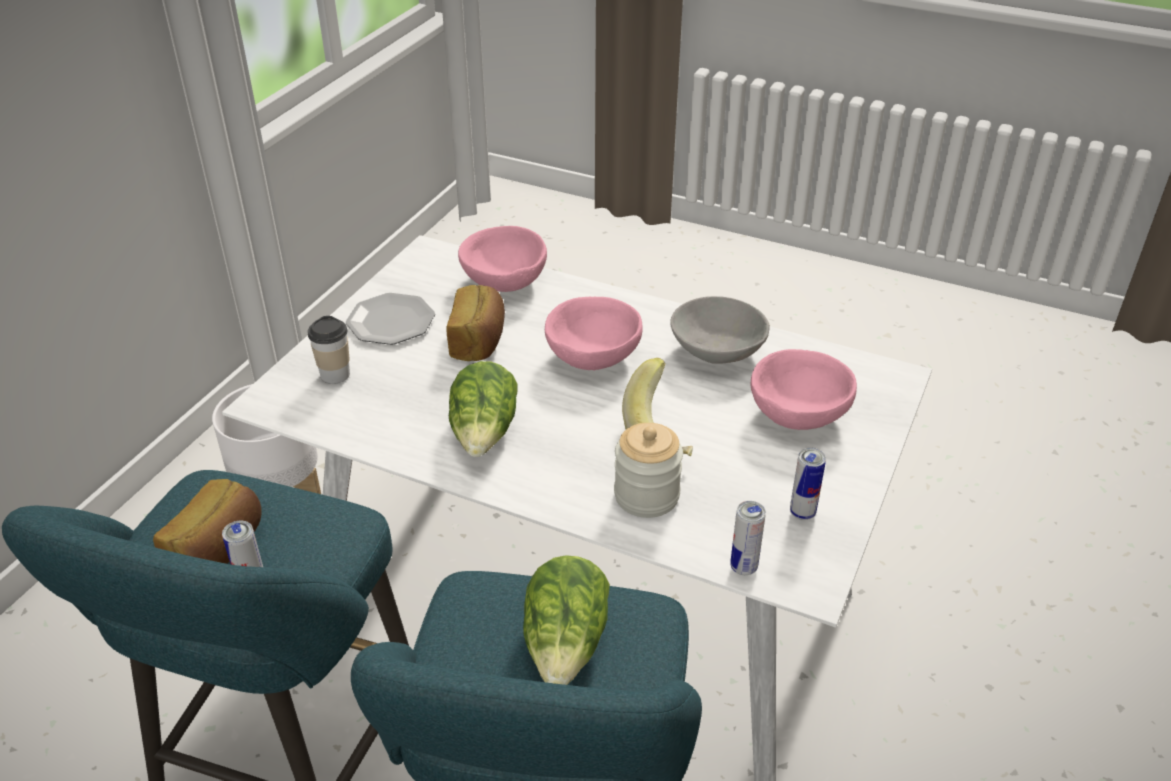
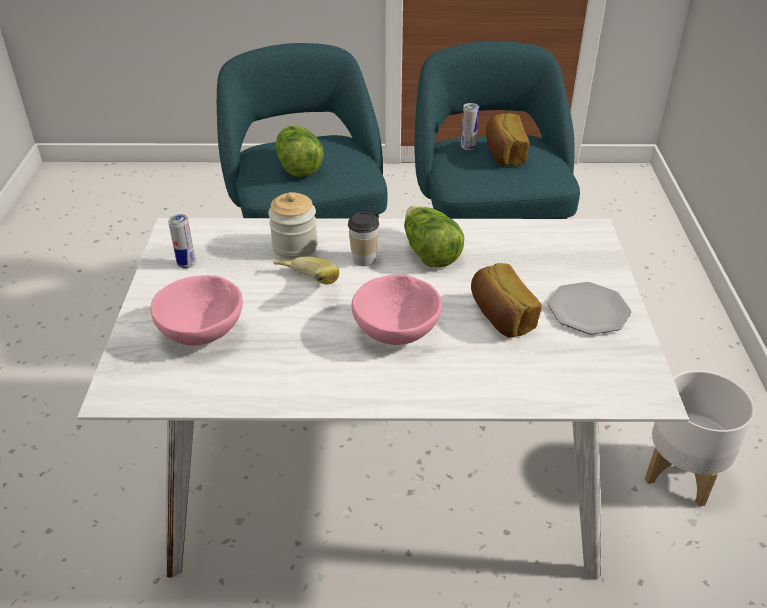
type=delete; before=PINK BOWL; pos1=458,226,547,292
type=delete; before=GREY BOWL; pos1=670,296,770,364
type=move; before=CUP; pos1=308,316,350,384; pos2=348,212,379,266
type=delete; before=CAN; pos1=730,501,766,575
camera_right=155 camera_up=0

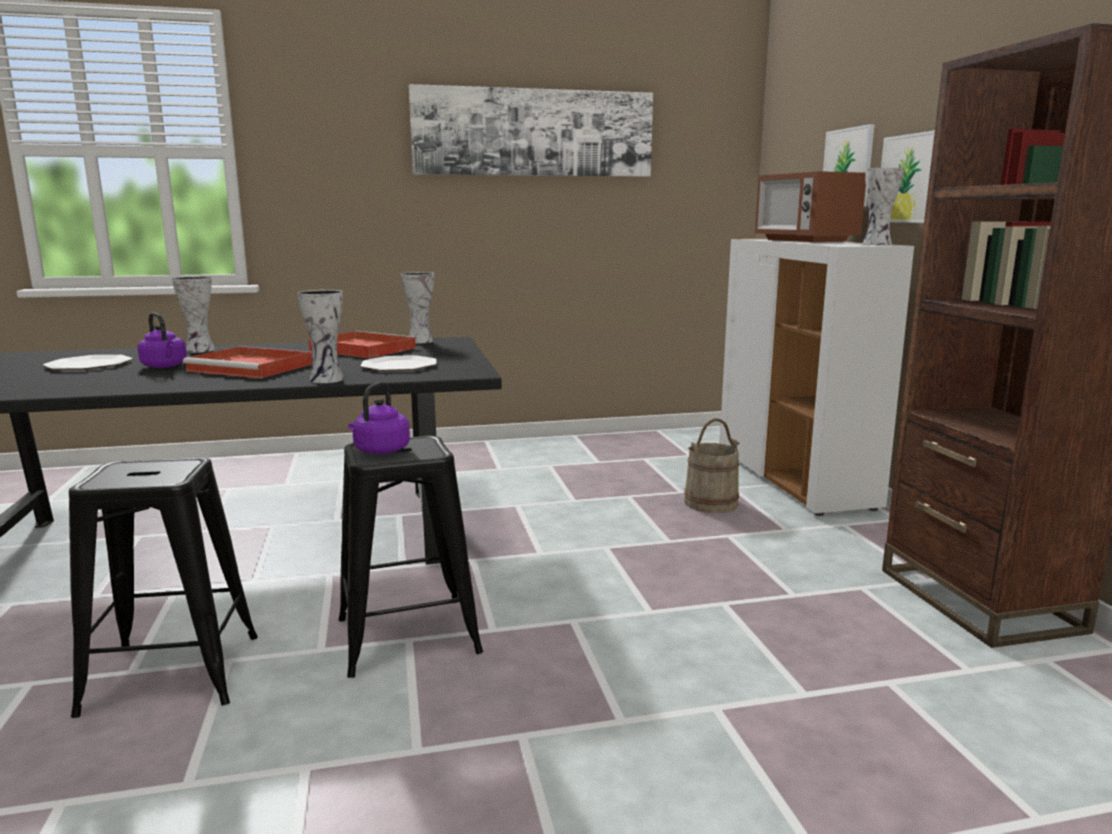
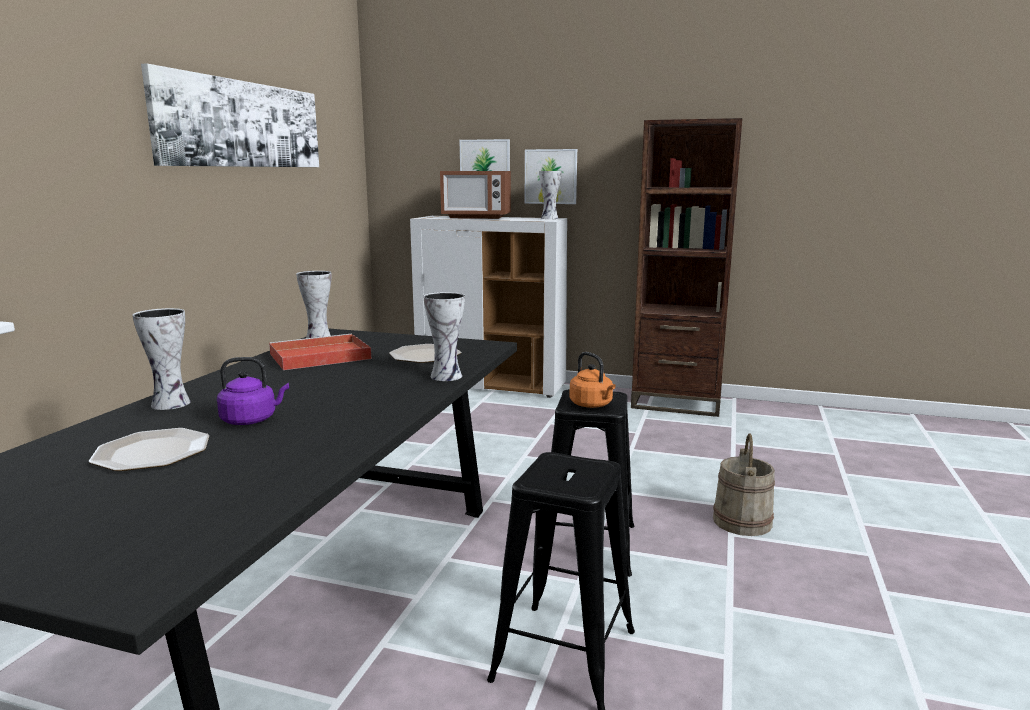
type=delete; before=RED TRAY; pos1=183,346,313,378
type=recolor; before=PURPLE KETTLE; after=ORANGE KETTLE; pos1=348,382,410,454; pos2=569,352,616,408
type=move; before=BEIGE BUCKET; pos1=684,418,740,513; pos2=713,433,775,536
camera_right=-60 camera_up=0

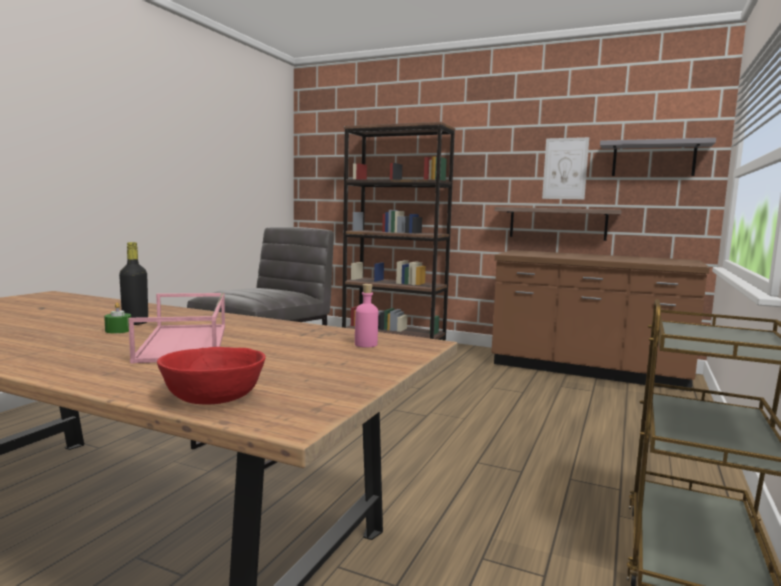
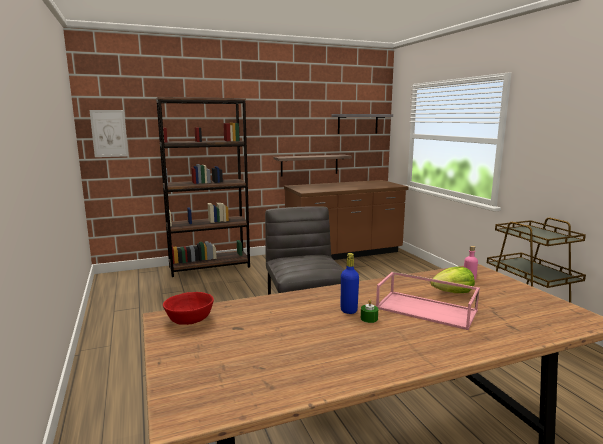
type=move; before=PICTURE; pos1=542,137,589,199; pos2=90,110,128,157
type=recolor; before=BLACK BOTTLE; after=BLUE BOTTLE; pos1=119,242,148,325; pos2=341,253,359,314
type=move; before=RED BOWL; pos1=157,347,266,404; pos2=163,292,214,325
type=insert; after=LETTUCE; pos2=430,267,475,293
camera_right=-45 camera_up=5

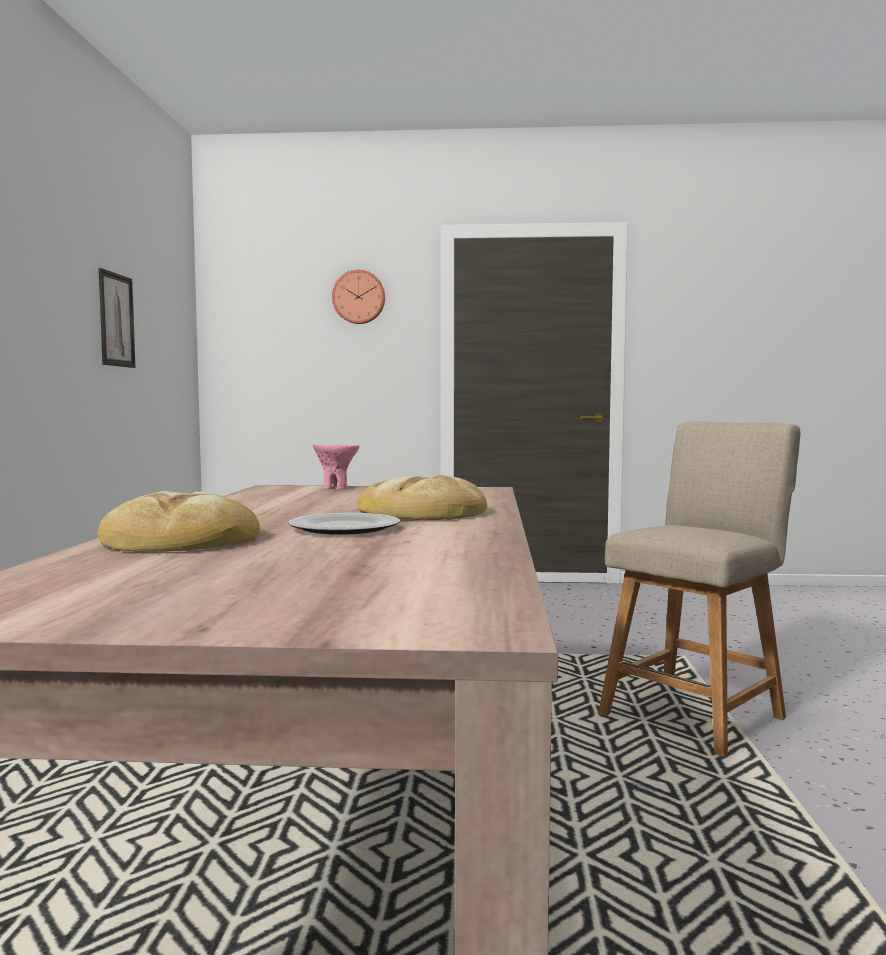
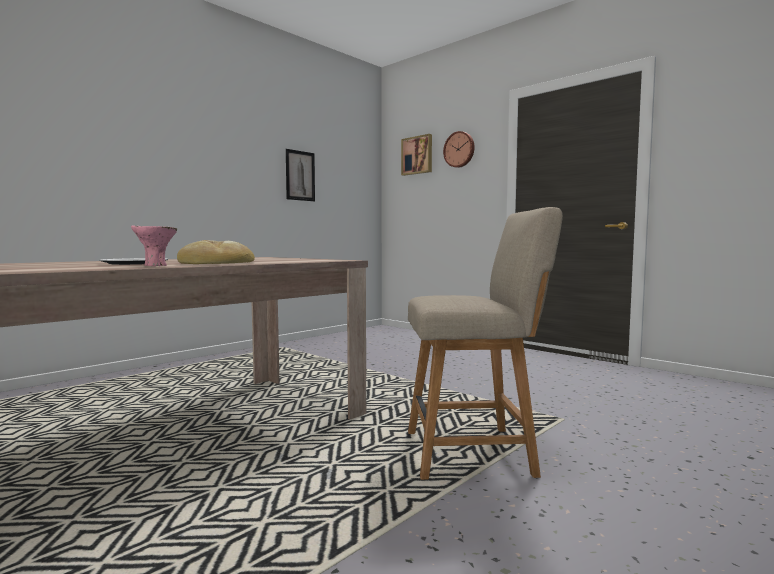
type=move; before=PINK BOWL; pos1=313,444,359,489; pos2=131,225,177,266
type=delete; before=BREAD; pos1=98,491,260,552
type=insert; after=PICTURE; pos2=401,134,432,176
camera_right=40 camera_up=0

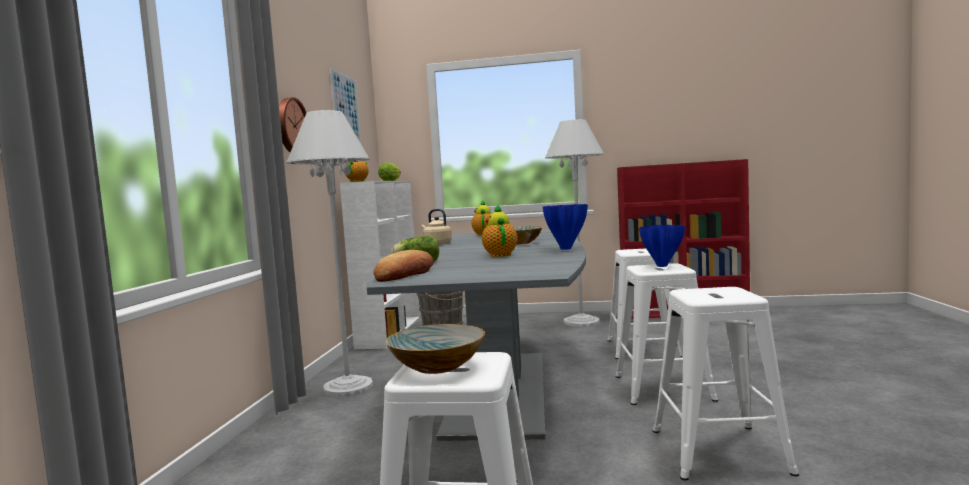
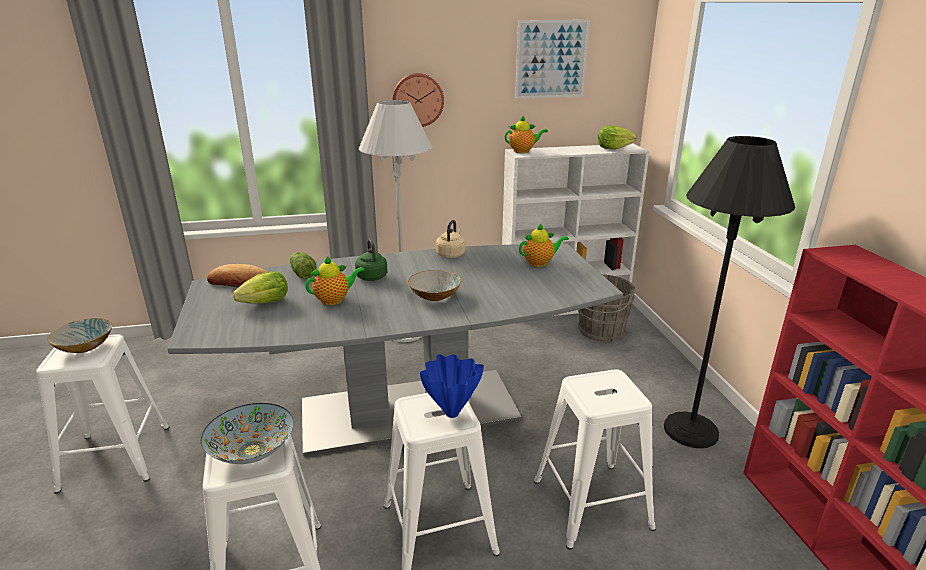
type=recolor; before=WHITE FLOOR LAMP; after=BLACK FLOOR LAMP; pos1=545,119,604,327; pos2=664,136,795,448
type=delete; before=BLUE VASE; pos1=543,204,588,250
type=insert; after=GREEN KETTLE; pos2=355,239,388,281
type=insert; after=LETTUCE; pos2=233,271,288,304
type=insert; after=BOWL; pos2=201,403,294,464
camera_right=70 camera_up=20

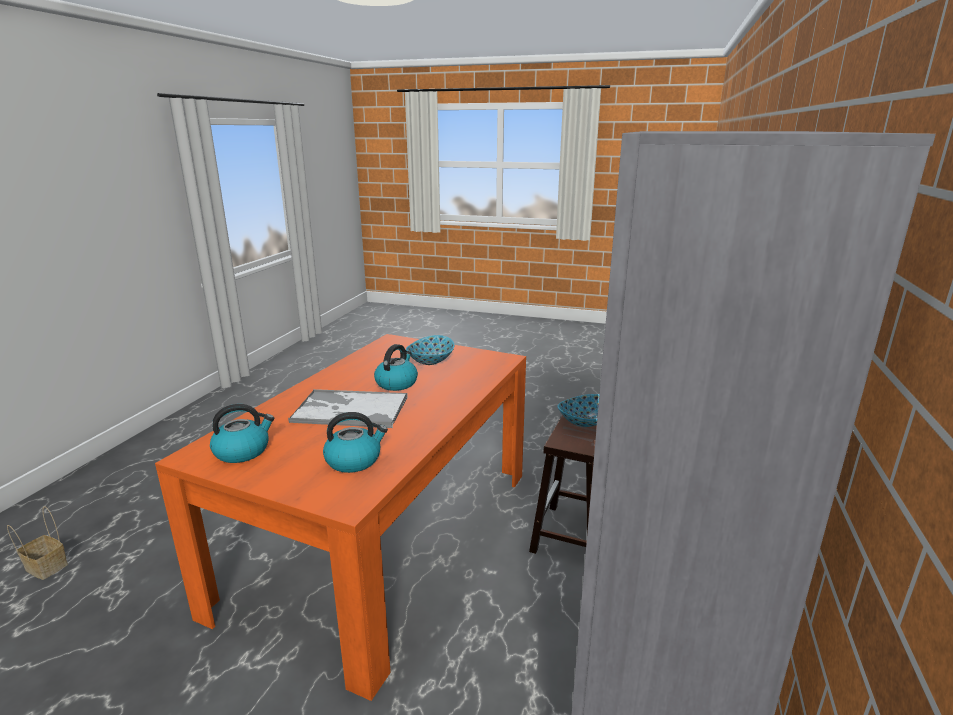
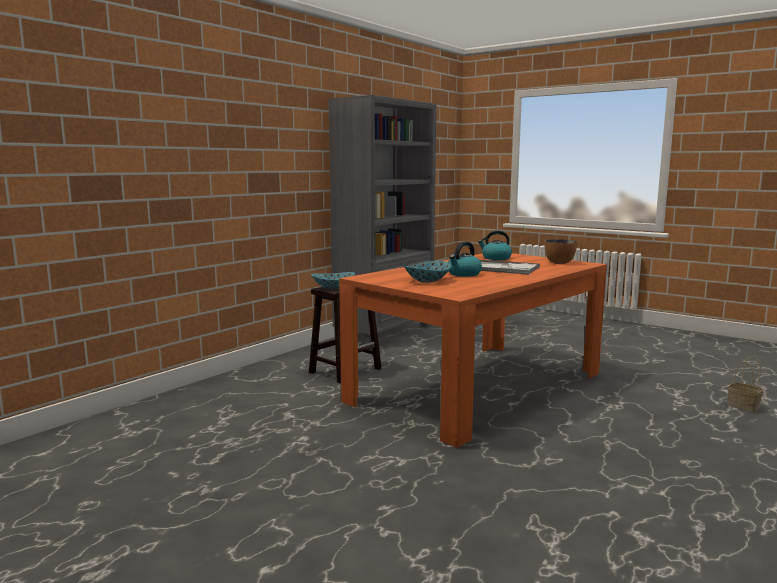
type=replace; before=KETTLE; after=BOWL; pos1=210,404,274,463; pos2=544,239,577,264
camera_right=-160 camera_up=-10

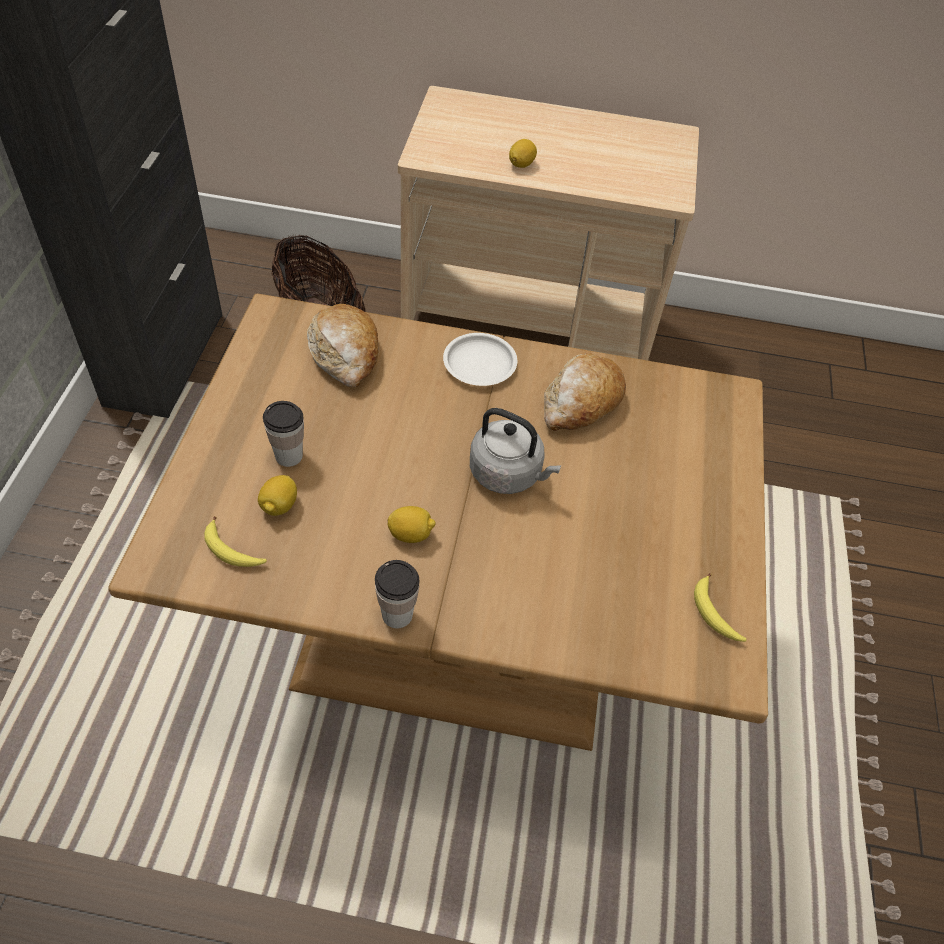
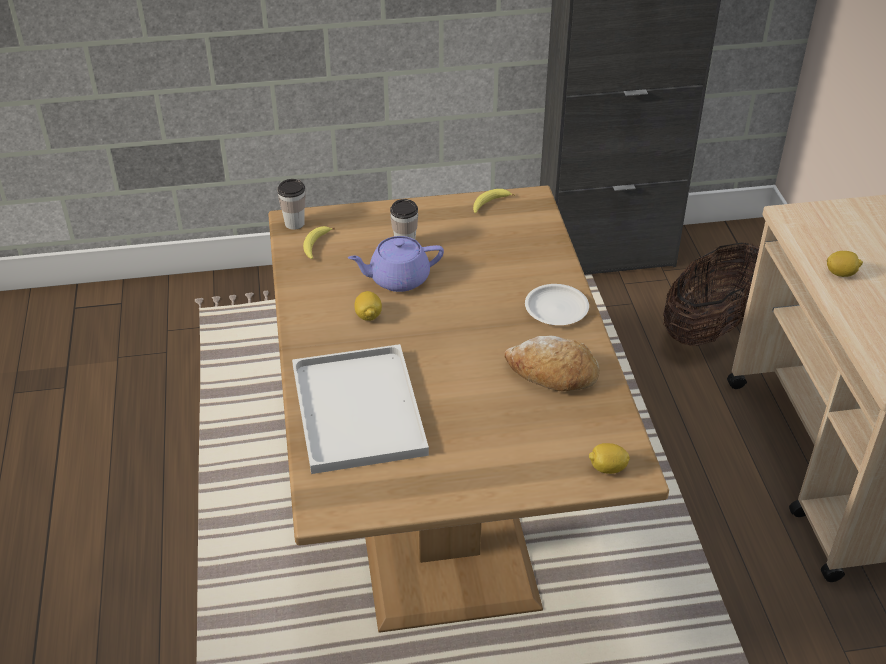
type=delete; before=BREAD; pos1=307,304,379,388
type=delete; before=GREY KETTLE; pos1=470,408,561,494
type=move; before=LEMON; pos1=258,475,297,516; pos2=589,443,630,474
type=move; before=CUP; pos1=375,560,419,628; pos2=277,179,305,230
type=move; before=BANANA; pos1=694,573,747,642; pos2=473,189,515,213
type=insert; after=PURPLE TEAPOT; pos2=348,236,444,292
type=insert; after=WHITE TRAY; pos2=292,344,429,474
camera_right=75 camera_up=-10

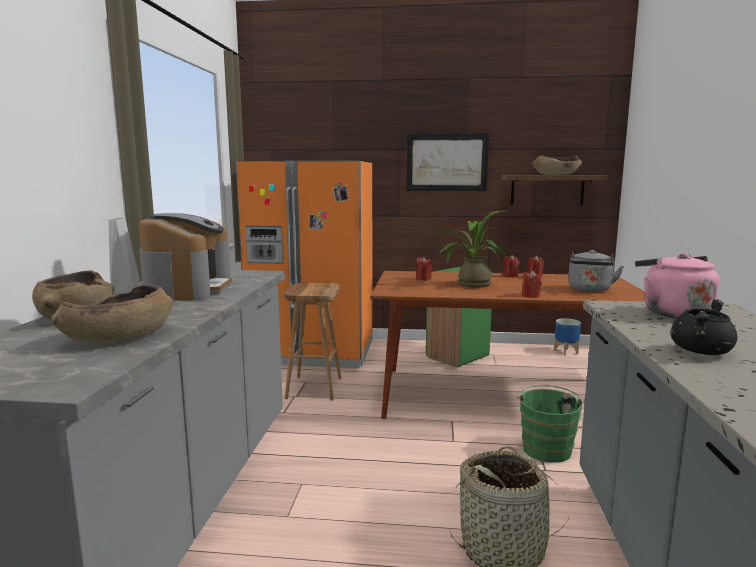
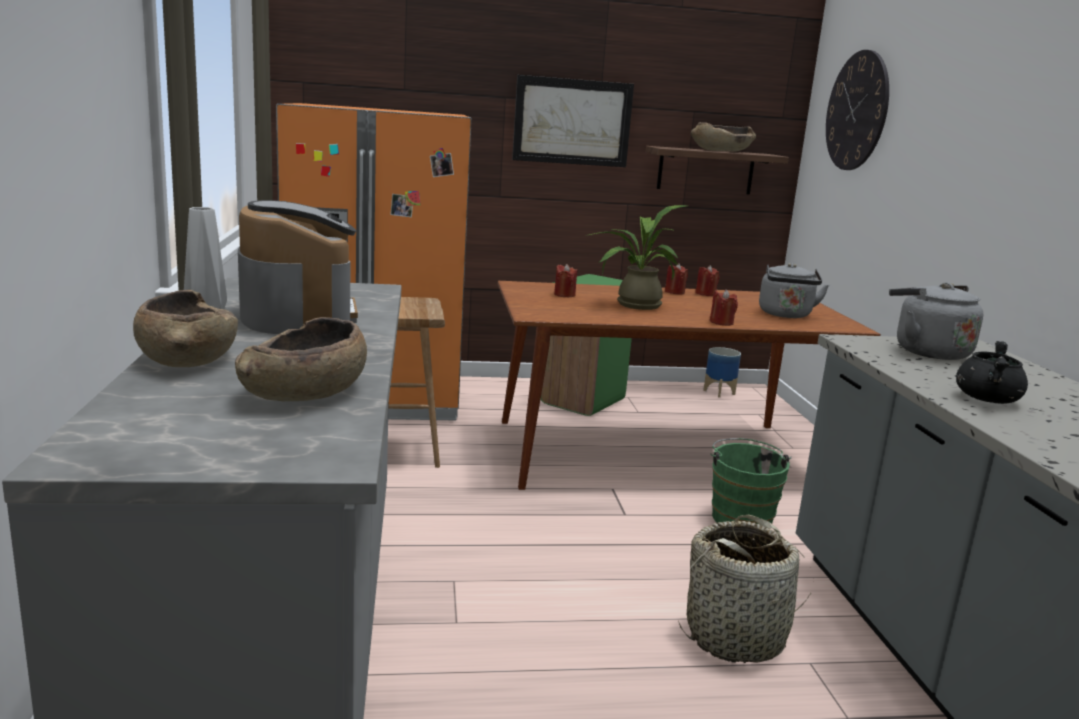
type=recolor; before=PINK KETTLE; after=GREY KETTLE; pos1=635,253,719,318; pos2=889,282,983,360
type=insert; after=WALL CLOCK; pos2=826,50,889,170
camera_right=-15 camera_up=5

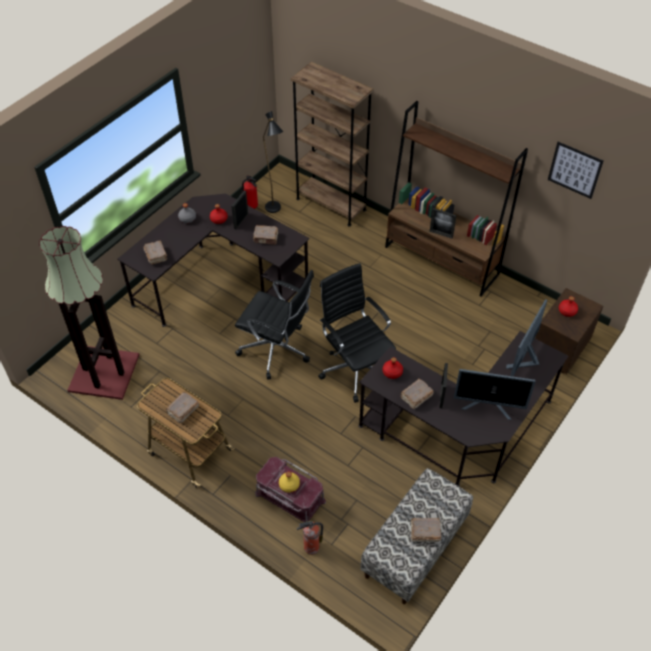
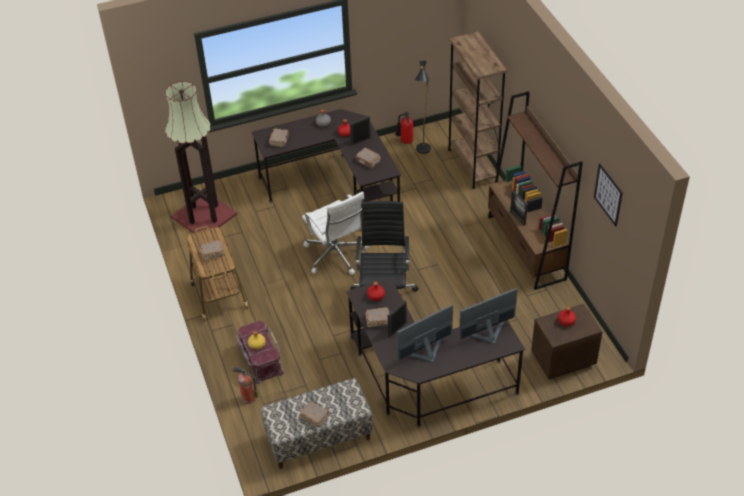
type=recolor; before=BLACK OFFICE CHAIR; after=WHITE OFFICE CHAIR; pos1=235,270,314,380; pos2=302,191,369,275
type=rotate; before=MONITOR; pos1=454,369,536,420; pos2=397,305,453,363; turn=105
camera_right=35 camera_up=-5

